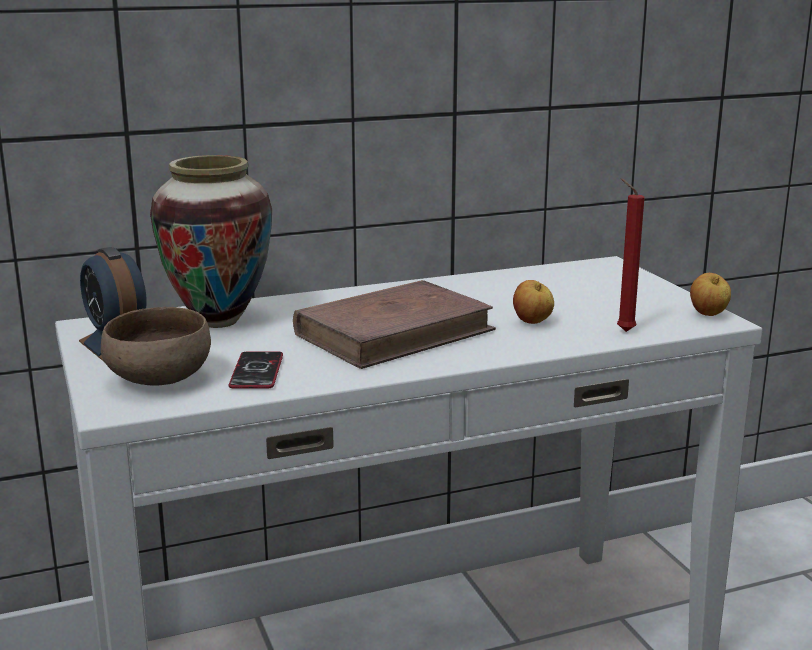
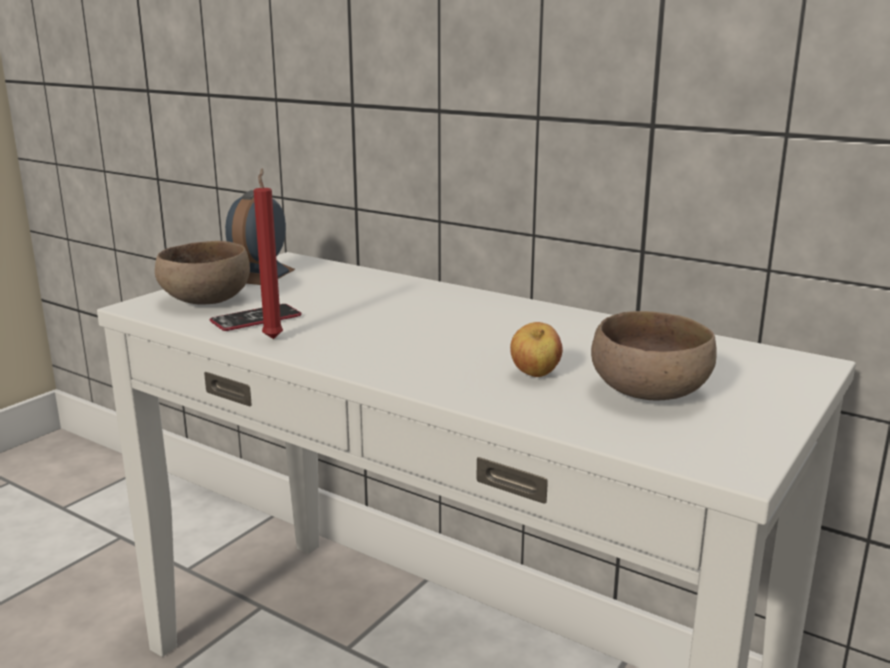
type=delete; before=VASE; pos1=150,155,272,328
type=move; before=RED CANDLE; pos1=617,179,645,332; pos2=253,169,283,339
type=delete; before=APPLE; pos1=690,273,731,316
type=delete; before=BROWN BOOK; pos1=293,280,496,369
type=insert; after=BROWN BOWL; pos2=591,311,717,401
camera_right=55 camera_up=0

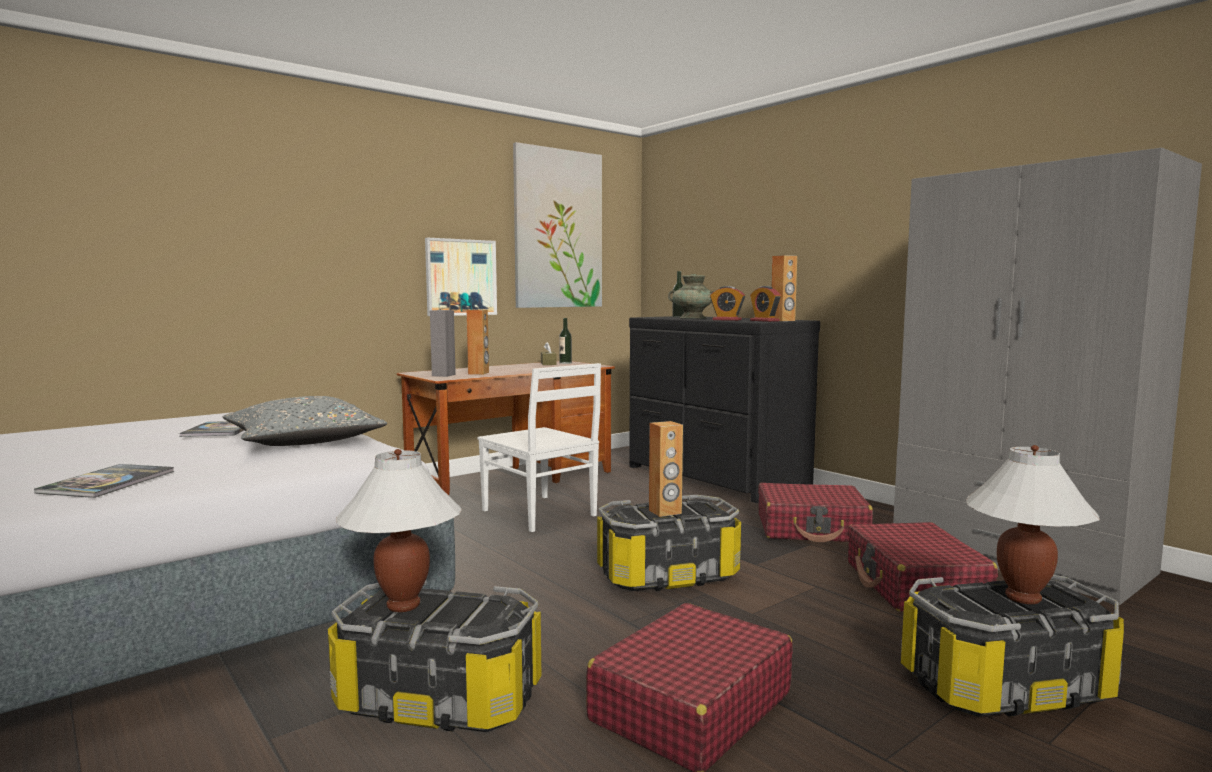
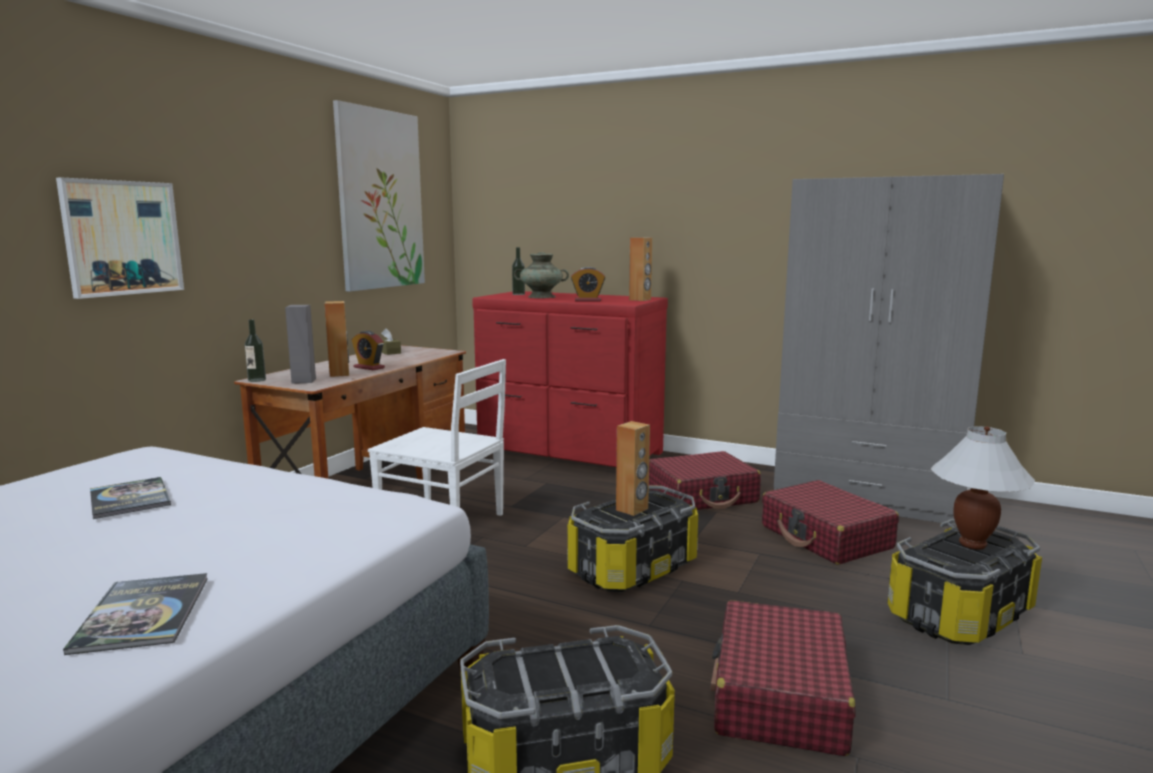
type=move; before=PICTURE; pos1=425,237,497,316; pos2=56,177,184,299
type=move; before=ALARM CLOCK; pos1=750,286,781,322; pos2=352,331,385,370
type=recolor; before=BLACK DRESSER; after=RED DRESSER; pos1=629,316,820,503; pos2=472,291,668,467
type=move; before=BOTTLE; pos1=559,318,572,364; pos2=245,319,266,382
type=delete; before=GREY PILLOW; pos1=223,396,387,446
type=delete; before=WHITE TABLE LAMP; pos1=336,449,462,612
camera_right=-25 camera_up=5

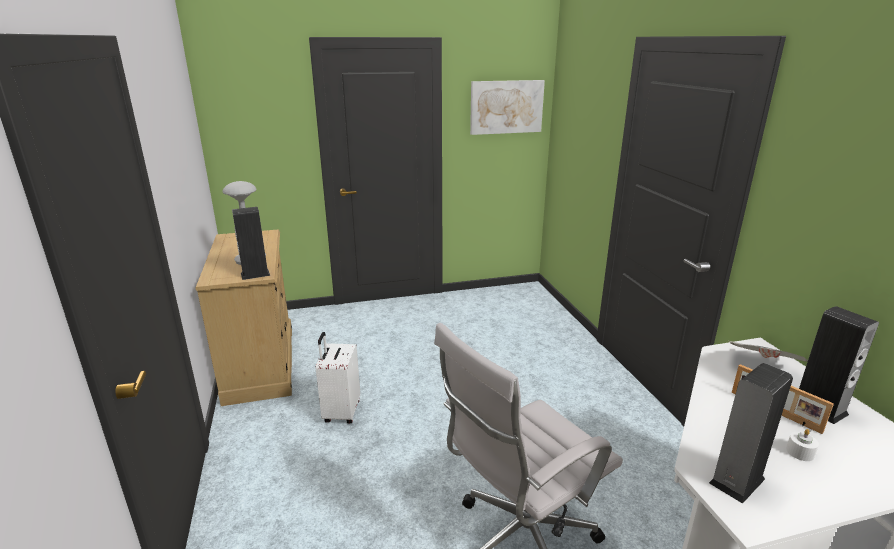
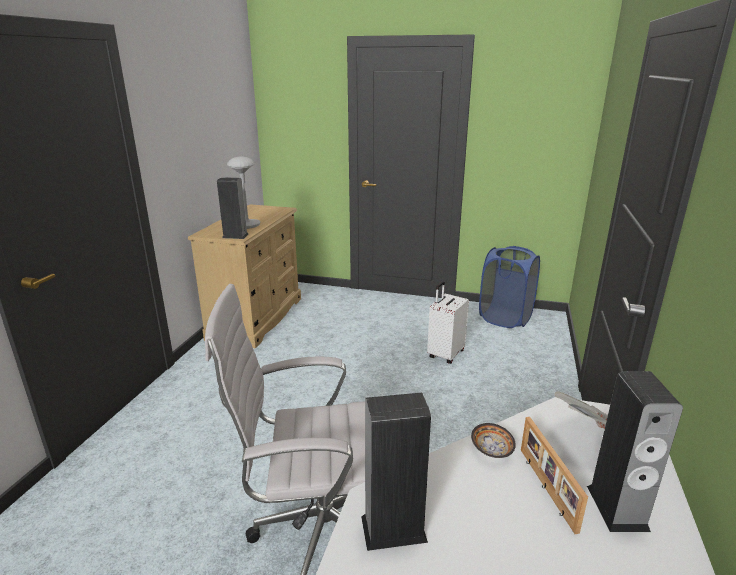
type=delete; before=PICTURE; pos1=470,80,545,135
type=move; before=WHITE SUITCASE; pos1=316,332,360,423; pos2=427,281,469,364
type=delete; before=WHITE CANDLE; pos1=786,429,819,461
type=insert; after=BLUE LAUNDRY BASKET; pos2=479,246,540,328
type=insert; after=BOWL; pos2=471,423,516,458
camera_right=30 camera_up=0

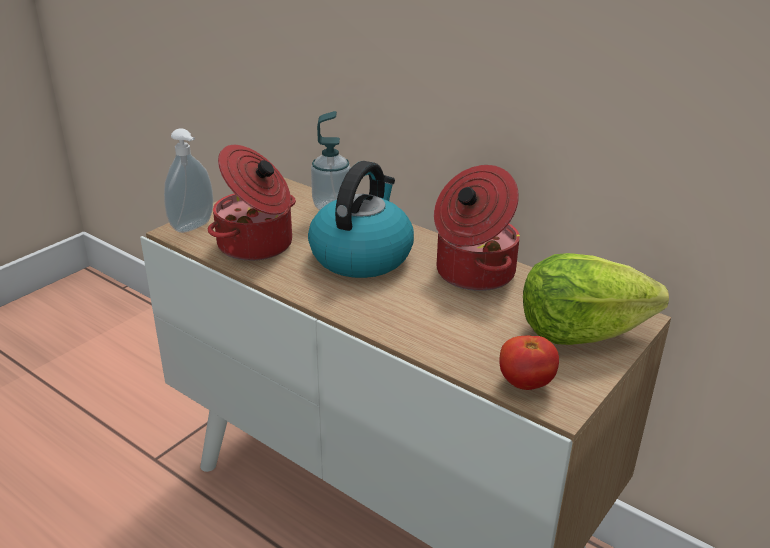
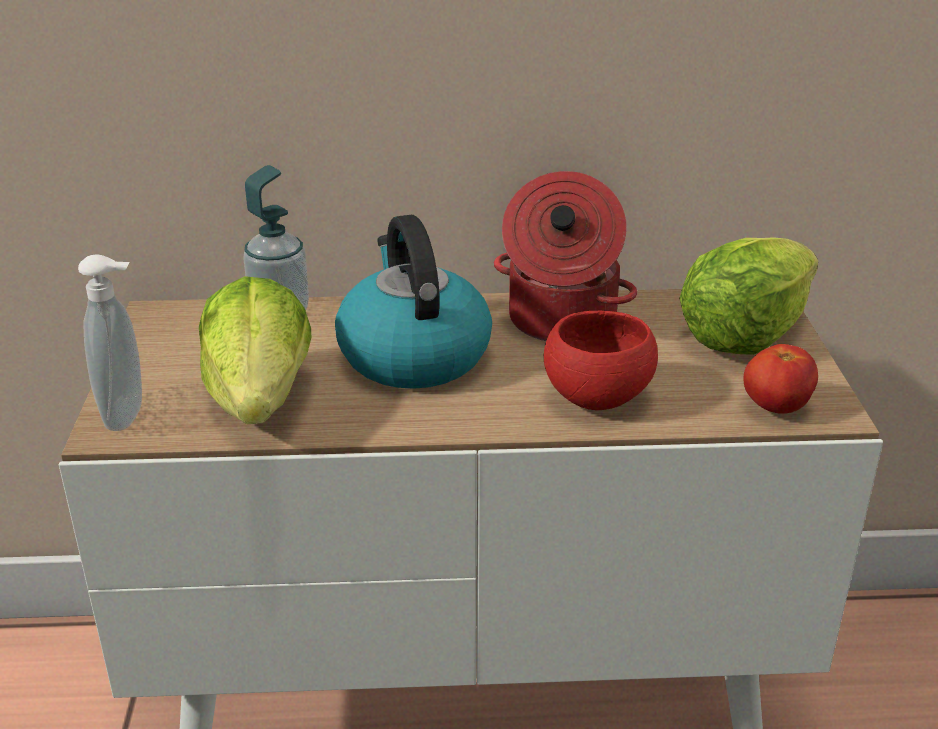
type=replace; before=COOKING POT; after=LETTUCE; pos1=208,145,296,261; pos2=199,276,311,424
type=insert; after=RED BOWL; pos2=544,311,658,410
camera_right=-40 camera_up=0

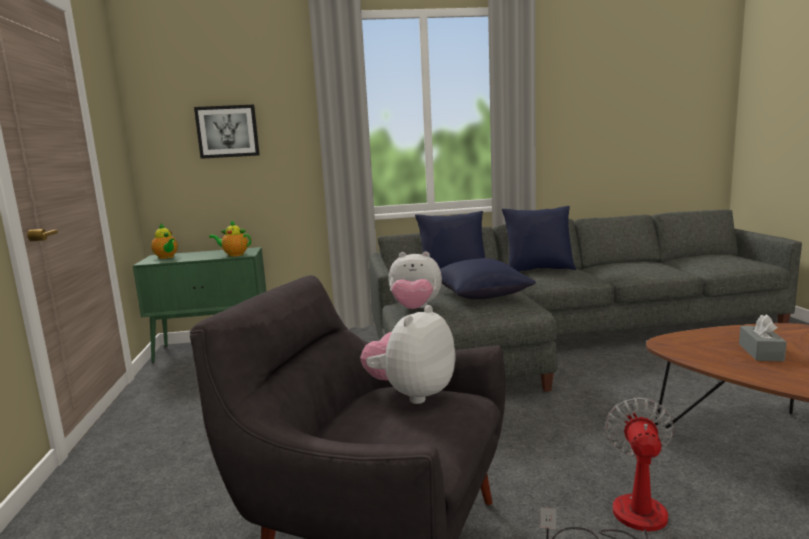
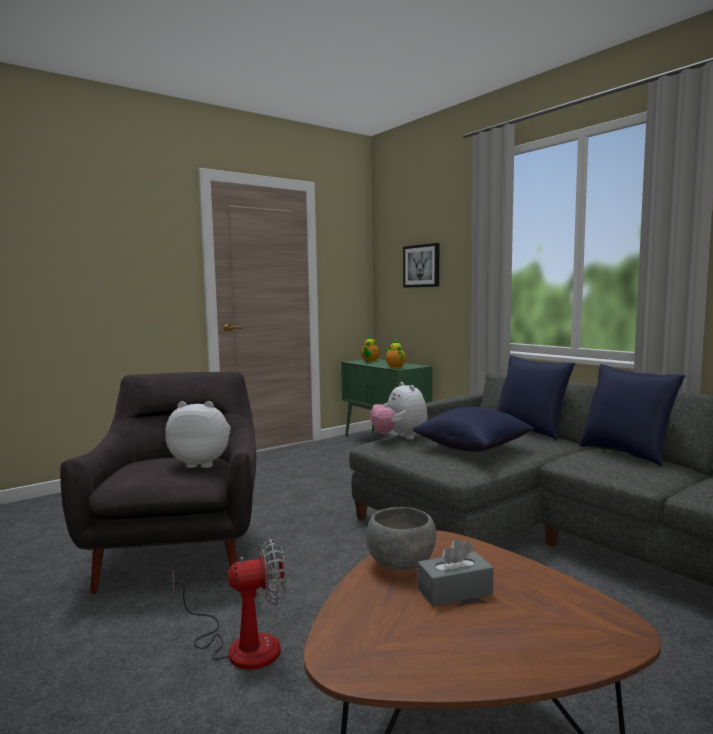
type=insert; after=GREY BOWL; pos2=366,507,436,571
camera_right=60 camera_up=-5

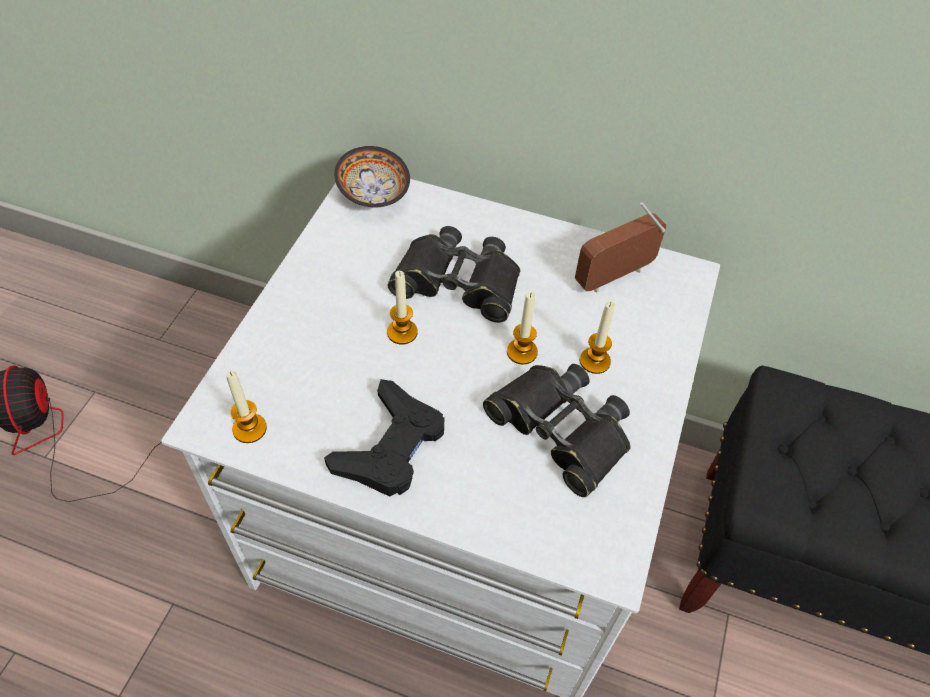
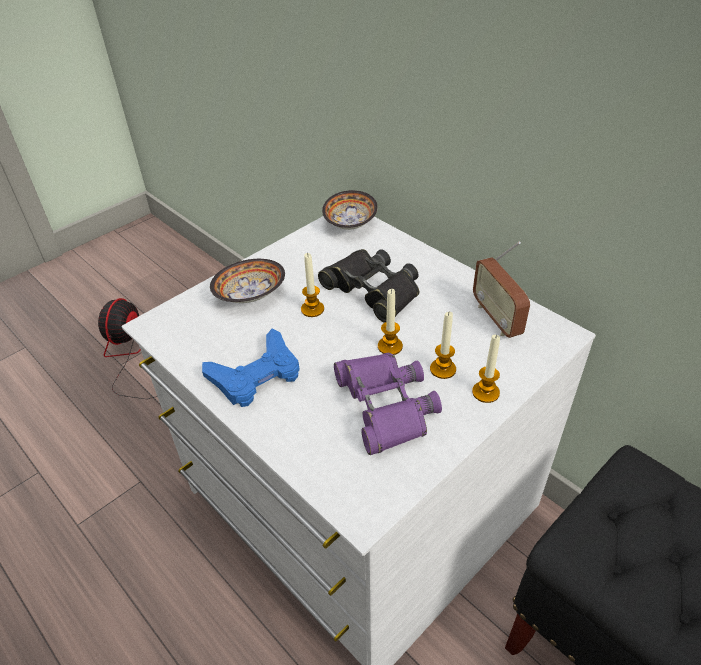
type=rotate; before=RADIO; pos1=575,202,667,293; pos2=473,241,530,338; turn=-105
type=recolor; before=BLACK BINOCULARS; after=PURPLE BINOCULARS; pos1=483,364,631,497; pos2=334,353,442,455
type=move; before=CANDLE; pos1=226,371,267,443; pos2=472,334,500,403
type=recolor; before=BLACK GAME CONTROLLER; after=BLUE GAME CONTROLLER; pos1=324,379,445,497; pos2=202,329,300,407
type=insert; after=BOWL; pos2=210,259,285,303
camera_right=30 camera_up=-10

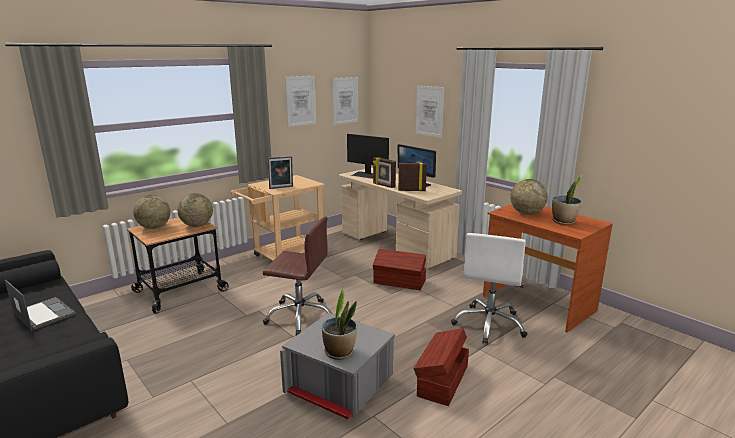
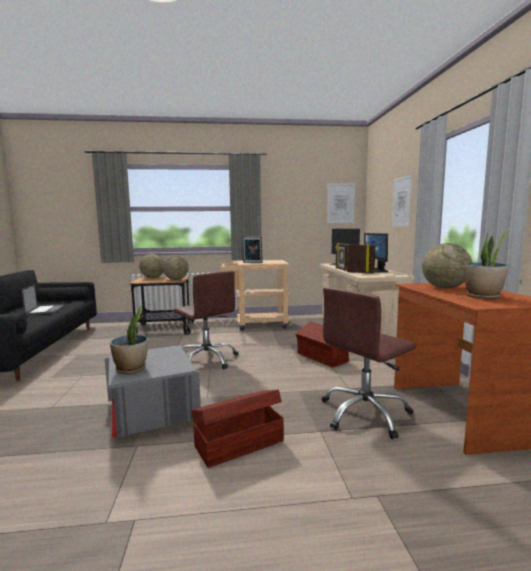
type=delete; before=PICTURE; pos1=285,76,316,127
type=recolor; before=WHITE OFFICE CHAIR; after=BROWN OFFICE CHAIR; pos1=451,233,528,344; pos2=322,287,416,439
camera_right=35 camera_up=-10

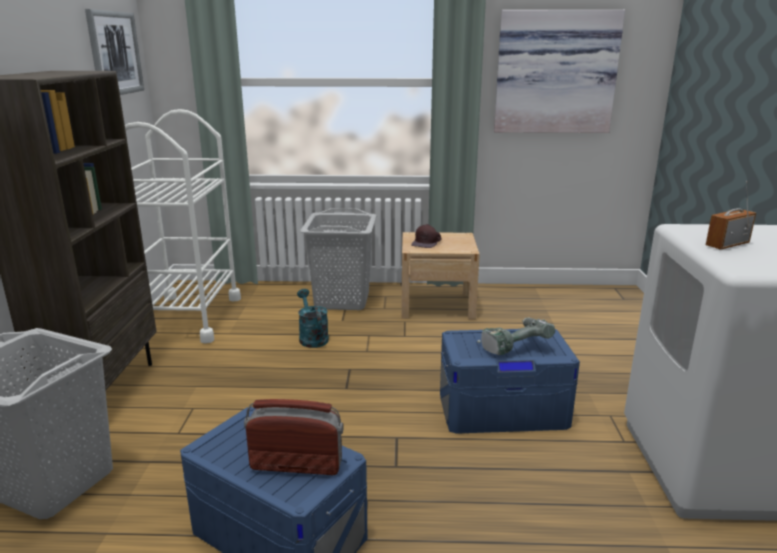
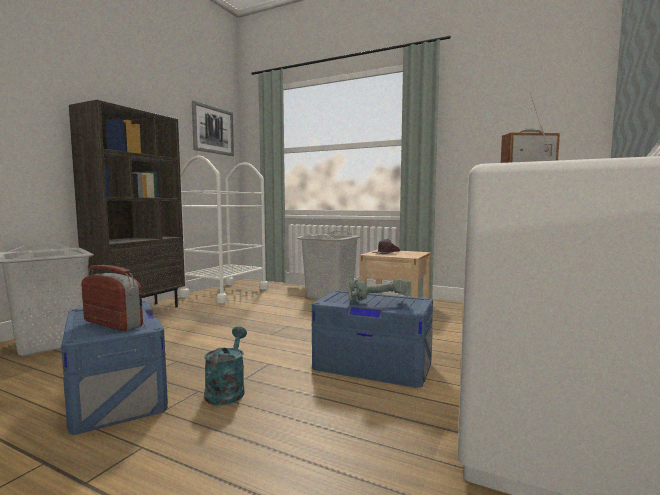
type=delete; before=PICTURE; pos1=494,10,625,133
type=move; before=TURQUOISE WATERING CAN; pos1=297,289,329,348; pos2=204,326,247,405
camera_right=25 camera_up=-15

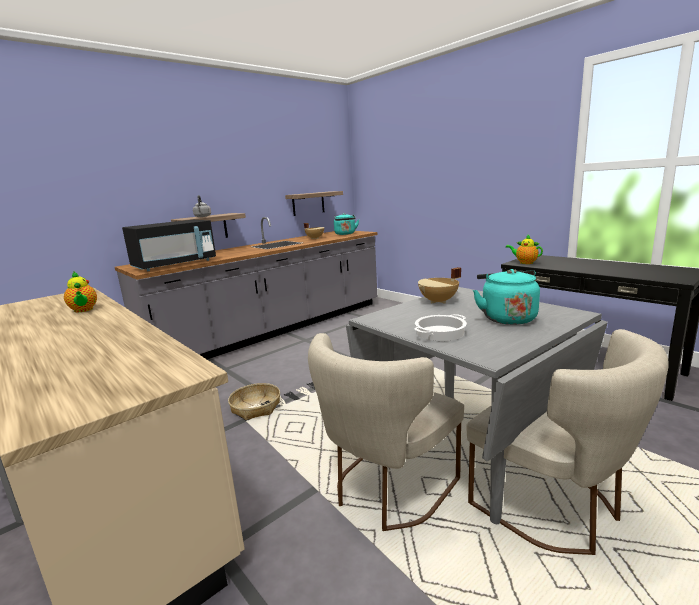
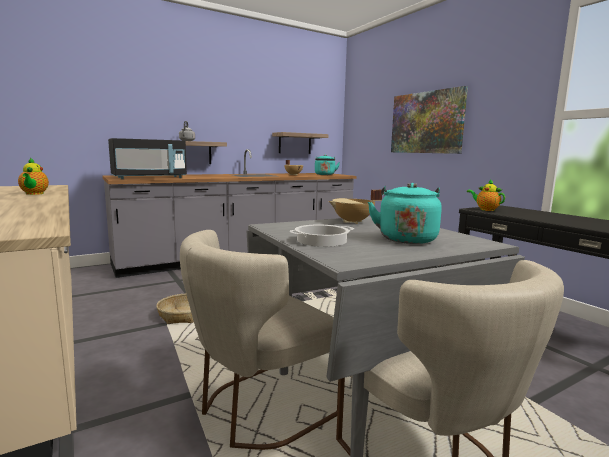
type=insert; after=PICTURE; pos2=391,86,468,154
camera_right=10 camera_up=-5

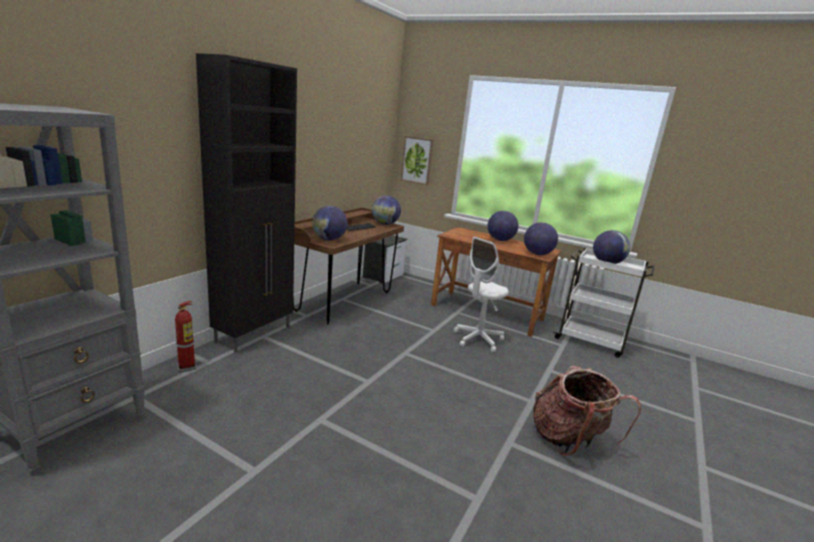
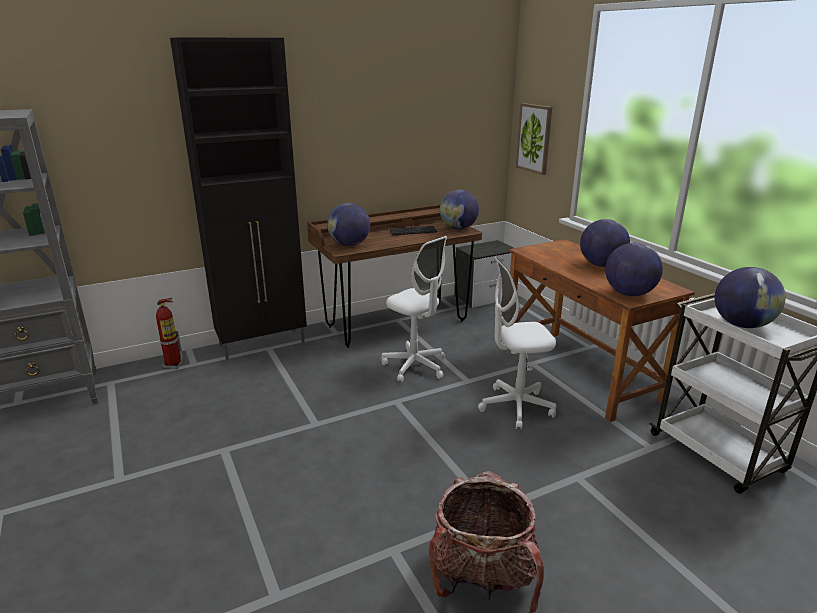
type=insert; after=WHITE OFFICE CHAIR; pos2=381,236,447,382
camera_right=35 camera_up=5

